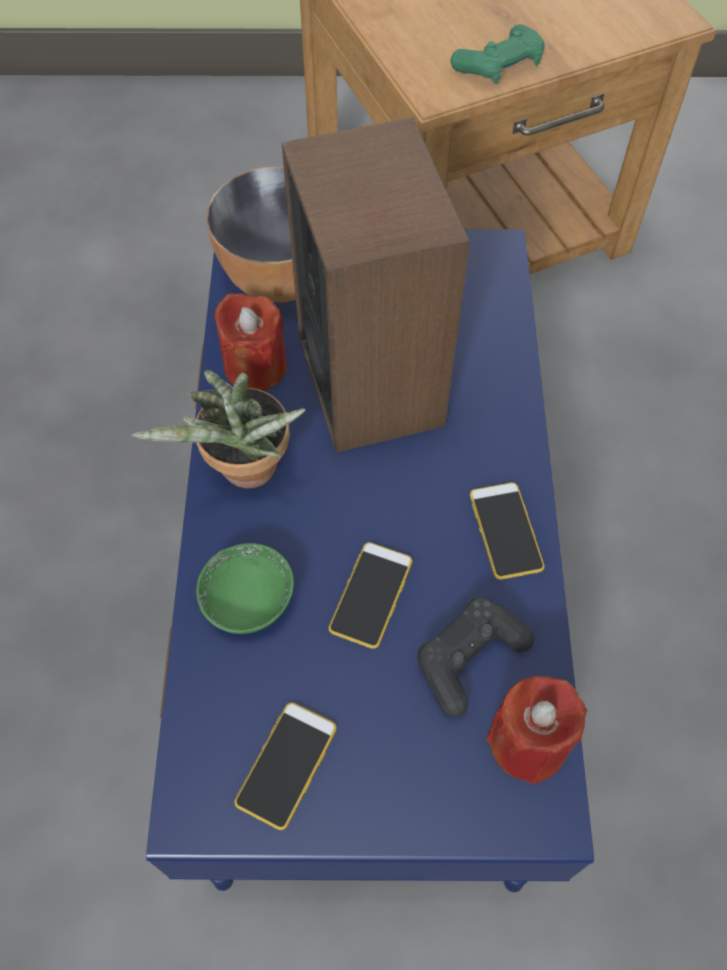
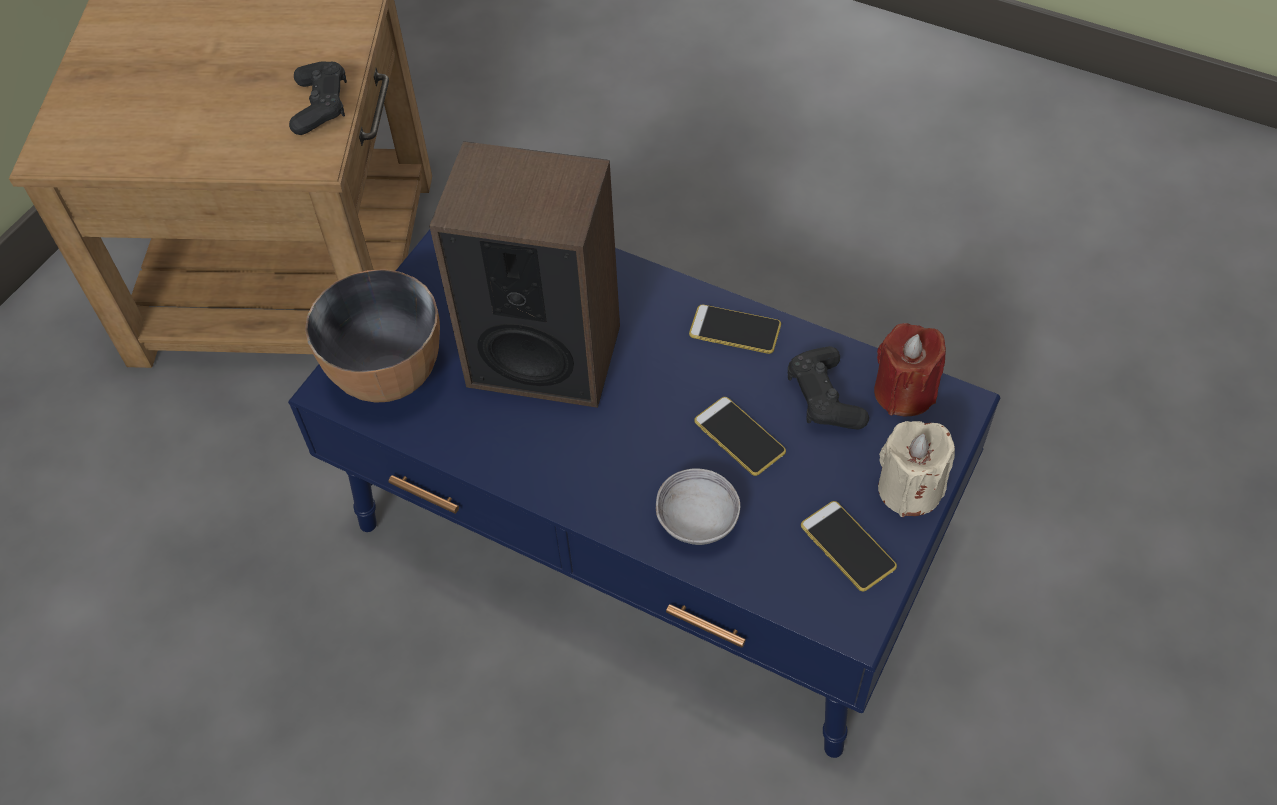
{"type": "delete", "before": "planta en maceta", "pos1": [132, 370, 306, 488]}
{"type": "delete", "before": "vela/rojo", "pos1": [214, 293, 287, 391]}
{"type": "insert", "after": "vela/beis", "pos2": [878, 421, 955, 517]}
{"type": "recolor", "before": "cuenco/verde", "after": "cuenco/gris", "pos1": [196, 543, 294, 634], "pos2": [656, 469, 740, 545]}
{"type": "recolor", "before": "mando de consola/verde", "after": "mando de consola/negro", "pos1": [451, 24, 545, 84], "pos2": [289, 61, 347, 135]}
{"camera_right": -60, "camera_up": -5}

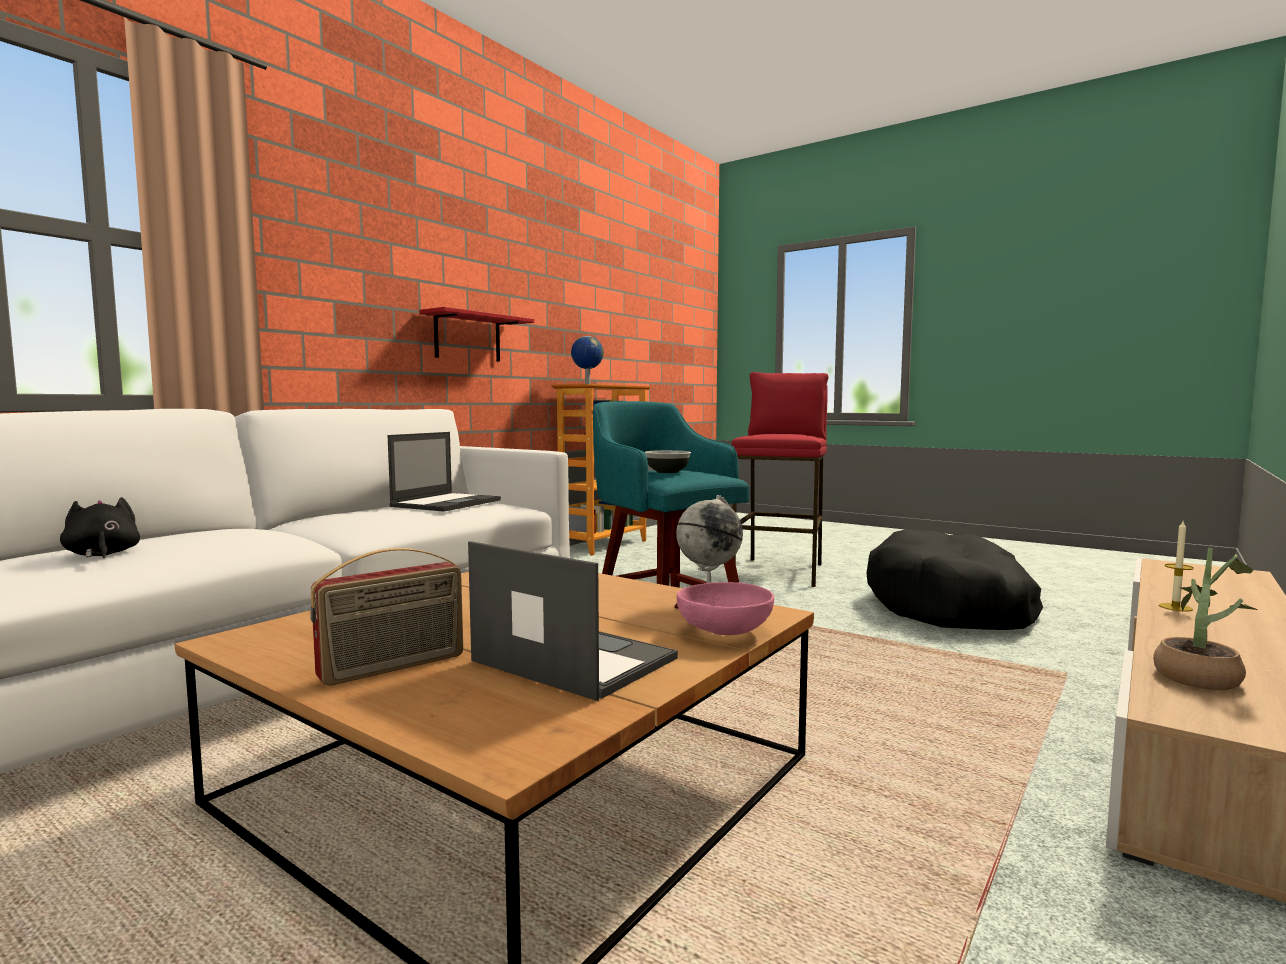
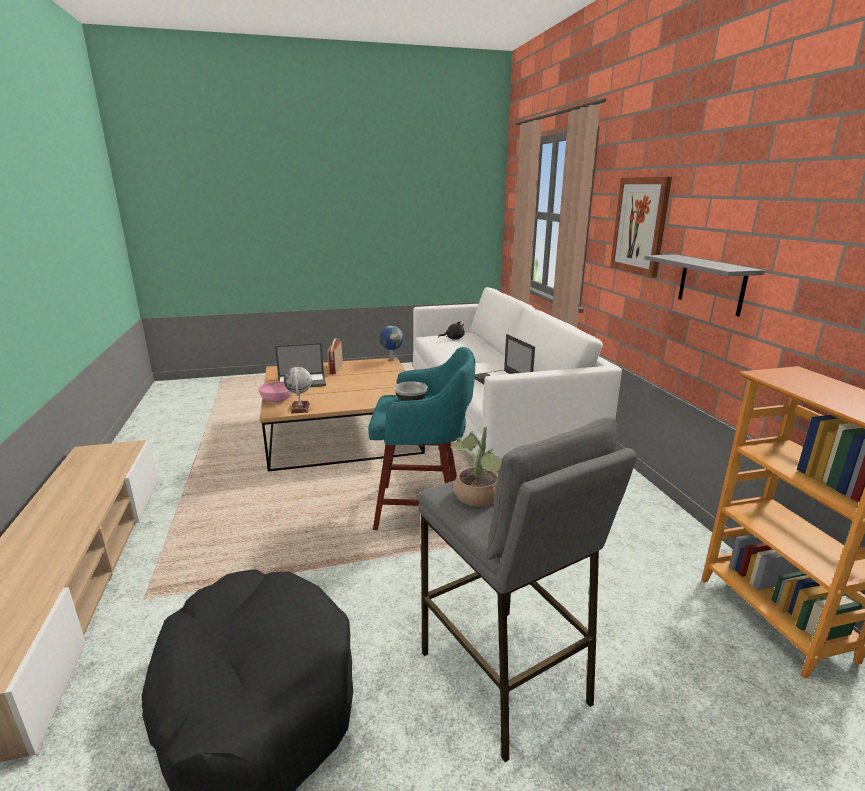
{"type": "delete", "before": "vela", "pos1": [1159, 521, 1194, 612]}
{"type": "insert", "after": "cuadro", "pos2": [610, 177, 672, 278]}
{"type": "move", "before": "globo terráqueo", "pos1": [571, 336, 604, 384], "pos2": [380, 326, 404, 361]}
{"type": "move", "before": "planta en maceta", "pos1": [1153, 548, 1257, 690], "pos2": [450, 426, 502, 507]}
{"type": "recolor", "before": "estante/rojo", "after": "estante/gris", "pos1": [419, 307, 534, 362], "pos2": [645, 254, 765, 317]}
{"type": "recolor", "before": "taburete/rojo", "after": "taburete/gris", "pos1": [732, 372, 829, 587], "pos2": [418, 417, 637, 762]}
{"camera_right": 130, "camera_up": 15}

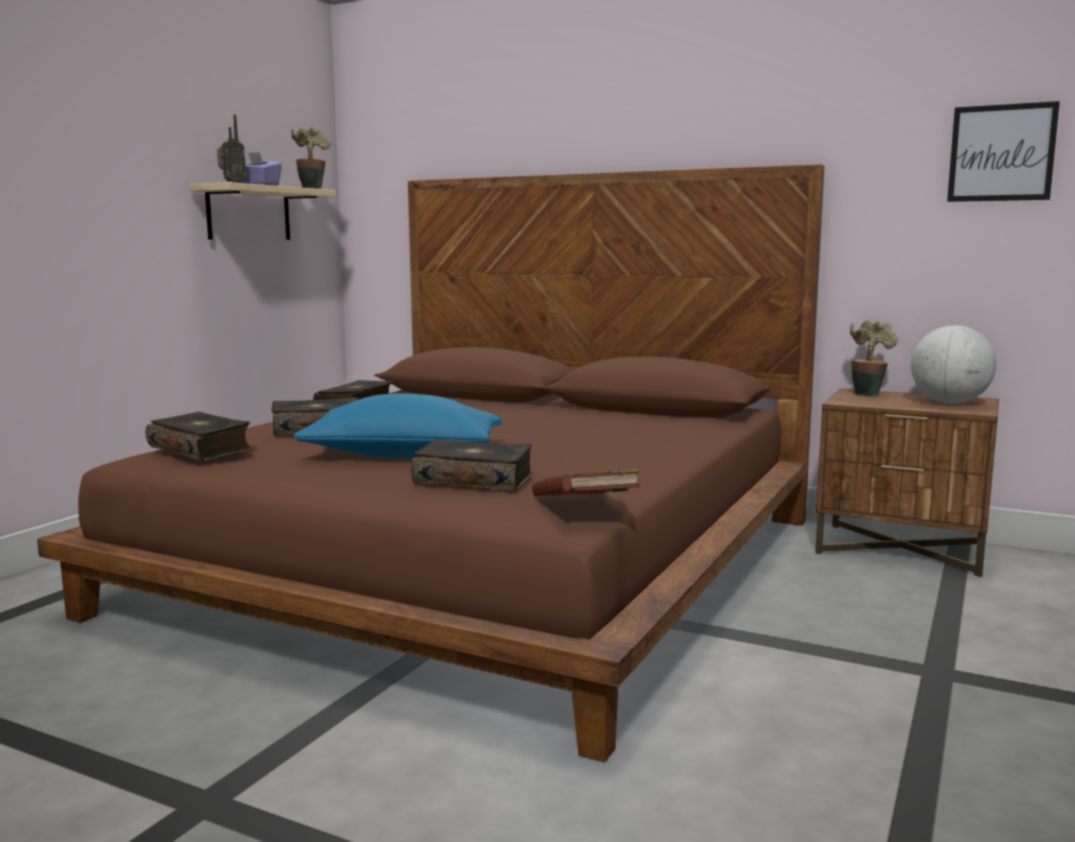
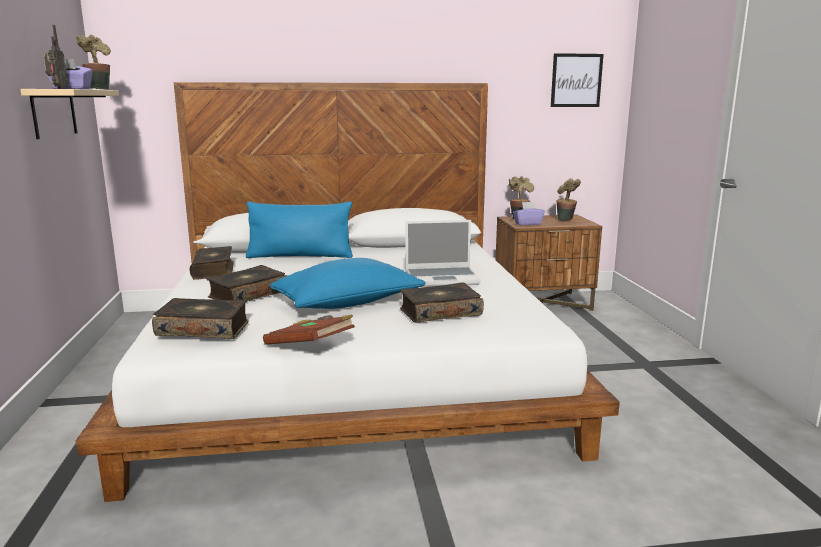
{"type": "insert", "after": "cojín/azul", "pos2": [246, 201, 353, 258]}
{"type": "insert", "after": "portátil", "pos2": [405, 220, 481, 287]}
{"type": "insert", "after": "caja de pañuelos/morado", "pos2": [513, 202, 545, 225]}
{"type": "move", "before": "libro/marrón", "pos1": [532, 468, 640, 496], "pos2": [263, 315, 355, 345]}
{"type": "replace", "before": "globo terráqueo", "after": "planta en maceta", "pos1": [911, 325, 997, 404], "pos2": [556, 178, 581, 220]}
{"type": "recolor", "before": "cama/marrón", "after": "cama/blanco", "pos1": [37, 164, 824, 762], "pos2": [76, 82, 620, 502]}
{"camera_right": -35, "camera_up": 5}

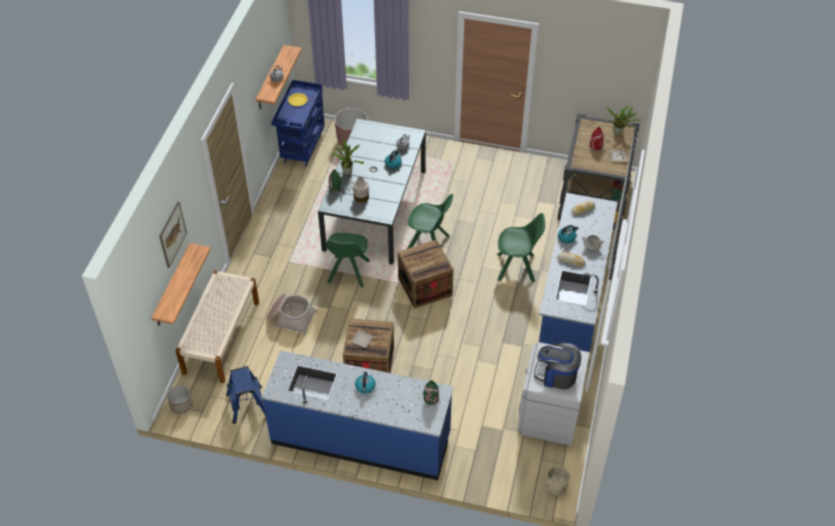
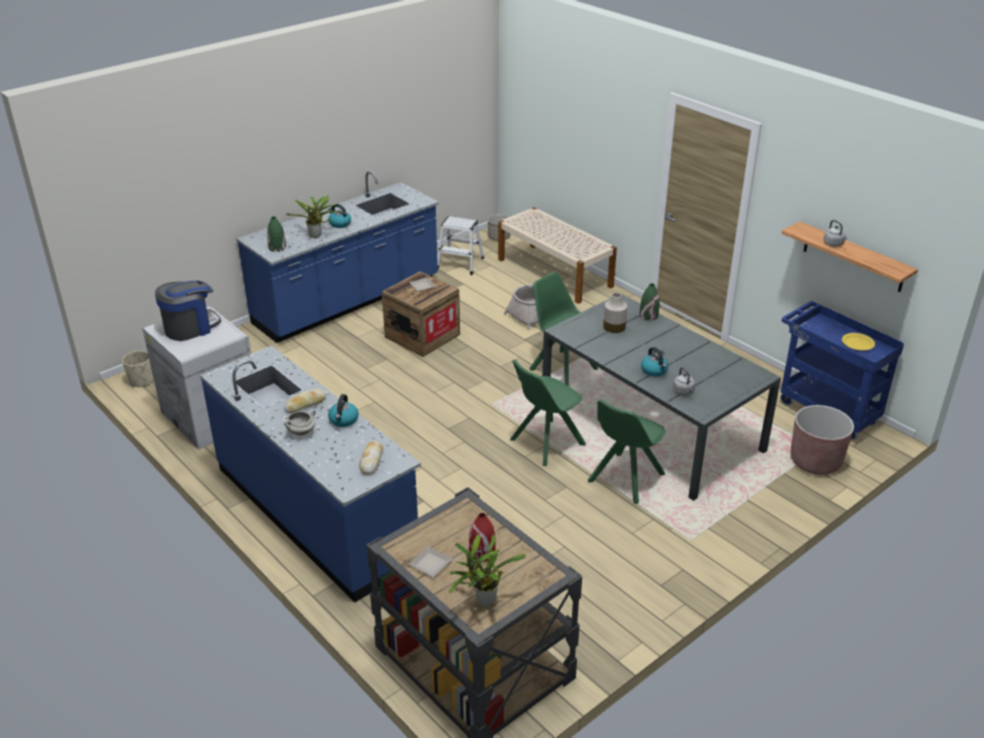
{"type": "delete", "before": "estante", "pos1": [151, 243, 211, 325]}
{"type": "delete", "before": "cuadro", "pos1": [159, 201, 187, 268]}
{"type": "delete", "before": "caja de embalaje", "pos1": [398, 240, 454, 309]}
{"type": "move", "before": "planta en maceta", "pos1": [332, 138, 364, 175], "pos2": [286, 196, 341, 238]}
{"type": "move", "before": "silla/verde", "pos1": [497, 213, 545, 282], "pos2": [588, 399, 665, 504]}
{"type": "recolor", "before": "escalera de tijera/azul", "after": "escalera de tijera/blanco", "pos1": [226, 366, 266, 424], "pos2": [437, 216, 484, 275]}
{"camera_right": 125, "camera_up": -15}

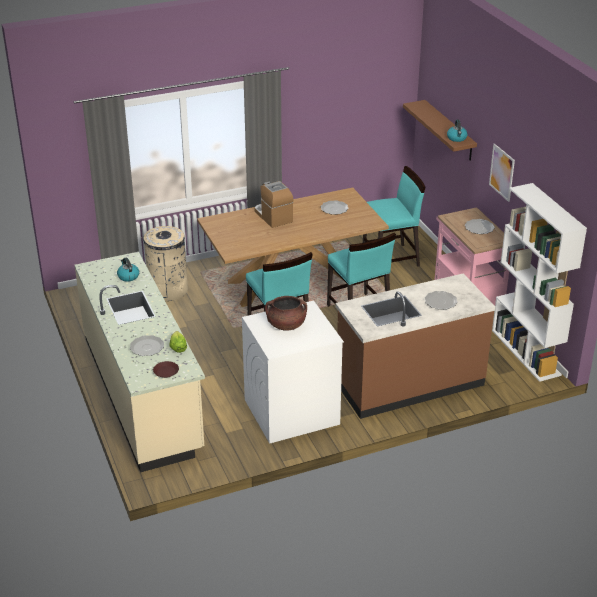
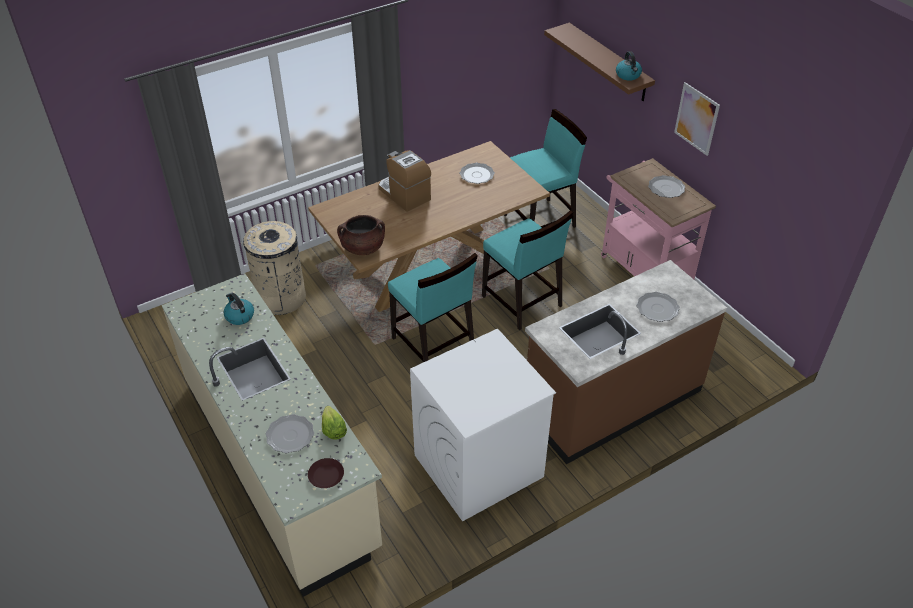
{"type": "delete", "before": "estantería/blanco", "pos1": [492, 183, 587, 382]}
{"type": "move", "before": "olla/marrón", "pos1": [265, 296, 307, 331], "pos2": [337, 215, 385, 255]}
{"camera_right": -10, "camera_up": 10}

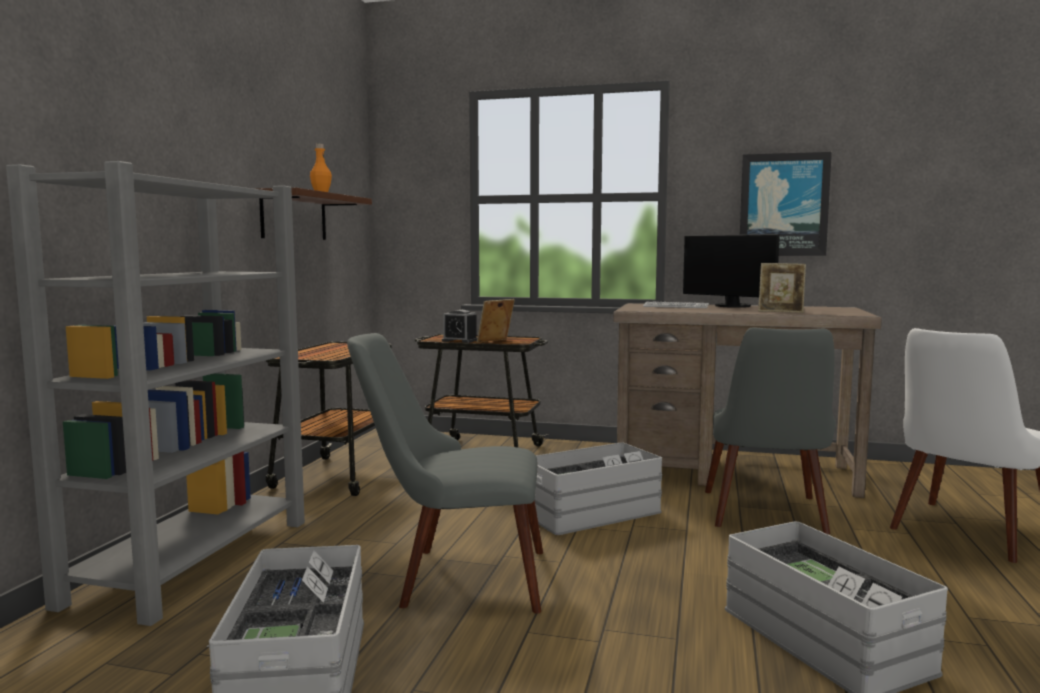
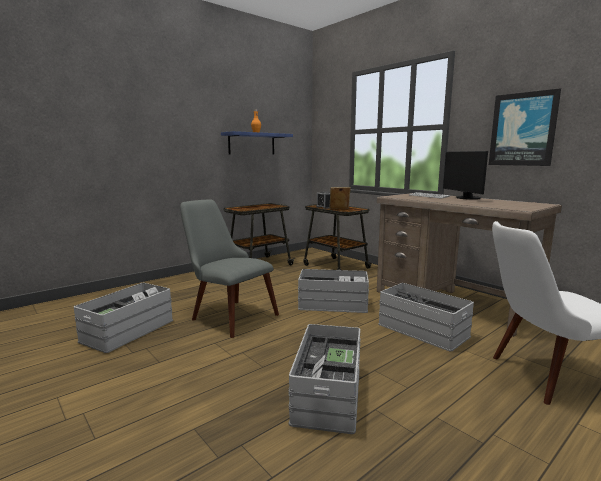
{"type": "delete", "before": "estantería/gris", "pos1": [6, 161, 305, 626]}
{"type": "delete", "before": "portarretratos", "pos1": [758, 263, 806, 313]}
{"type": "replace", "before": "silla/gris", "after": "caja de almacenaje/gris", "pos1": [705, 327, 836, 534], "pos2": [378, 283, 474, 351]}
{"type": "recolor", "before": "estante/marrón", "after": "estante/azul", "pos1": [256, 188, 372, 240], "pos2": [221, 131, 293, 155]}
{"camera_right": 35, "camera_up": 5}

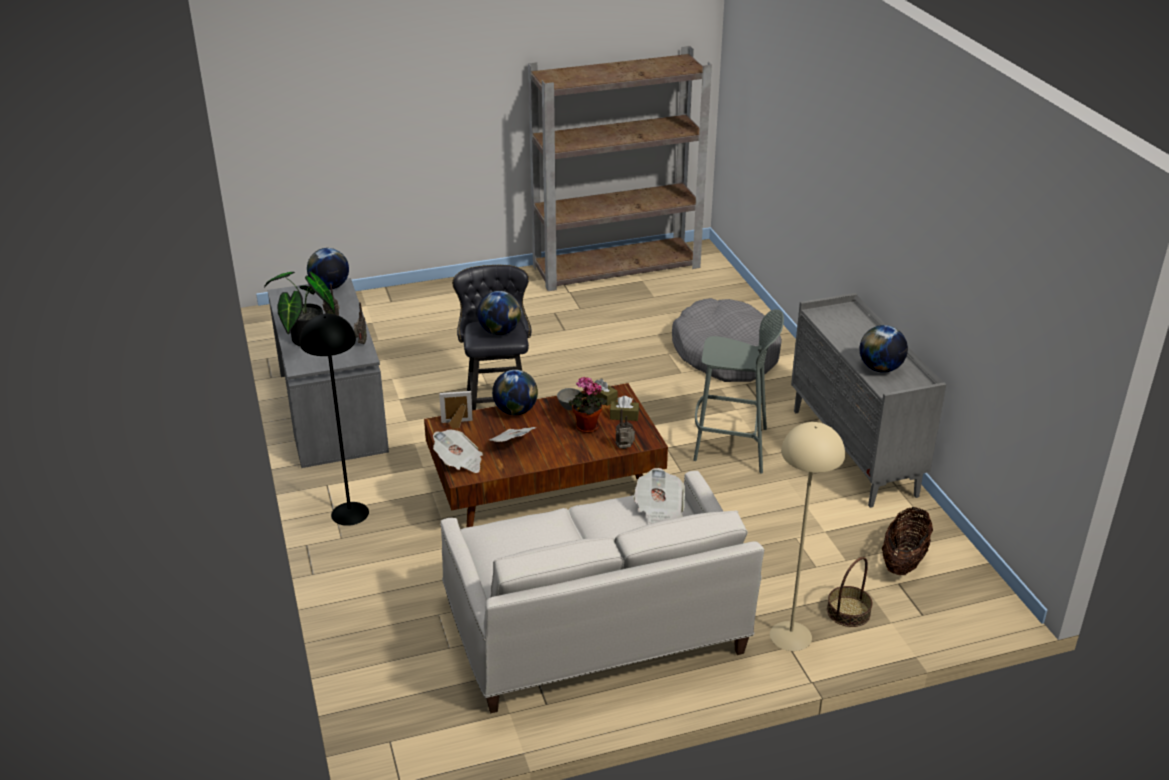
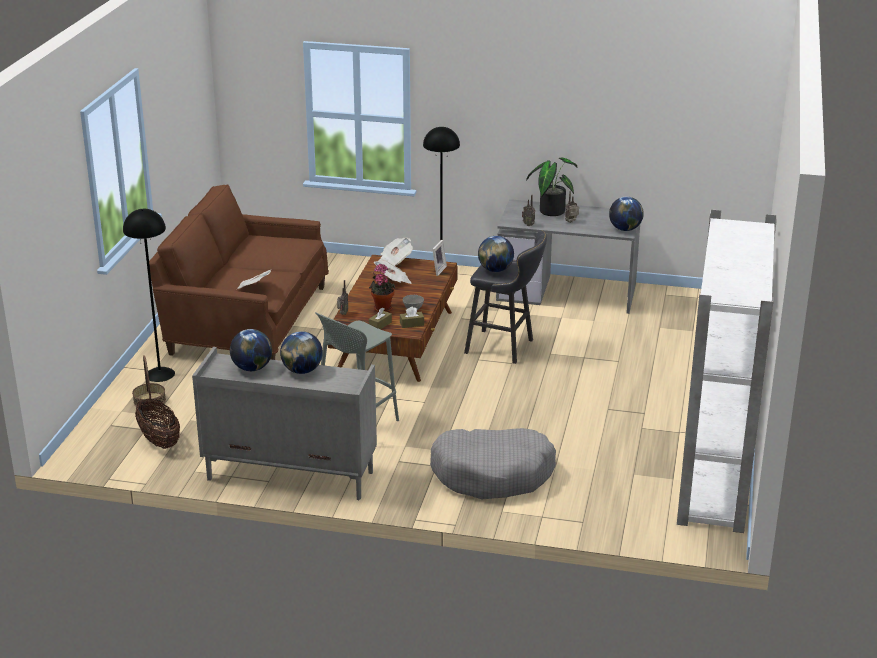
{"type": "move", "before": "globo terráqueo", "pos1": [492, 370, 538, 415], "pos2": [280, 331, 323, 374]}
{"type": "recolor", "before": "sofá/blanco", "after": "sofá/marrón", "pos1": [441, 471, 764, 713], "pos2": [149, 184, 329, 360]}
{"type": "recolor", "before": "estantería/marrón", "after": "estantería/blanco", "pos1": [528, 46, 712, 291], "pos2": [677, 209, 777, 533]}
{"type": "recolor", "before": "lámpara de pie/beis", "after": "lámpara de pie/negro", "pos1": [770, 422, 845, 651], "pos2": [123, 209, 175, 382]}
{"camera_right": 120, "camera_up": -5}

